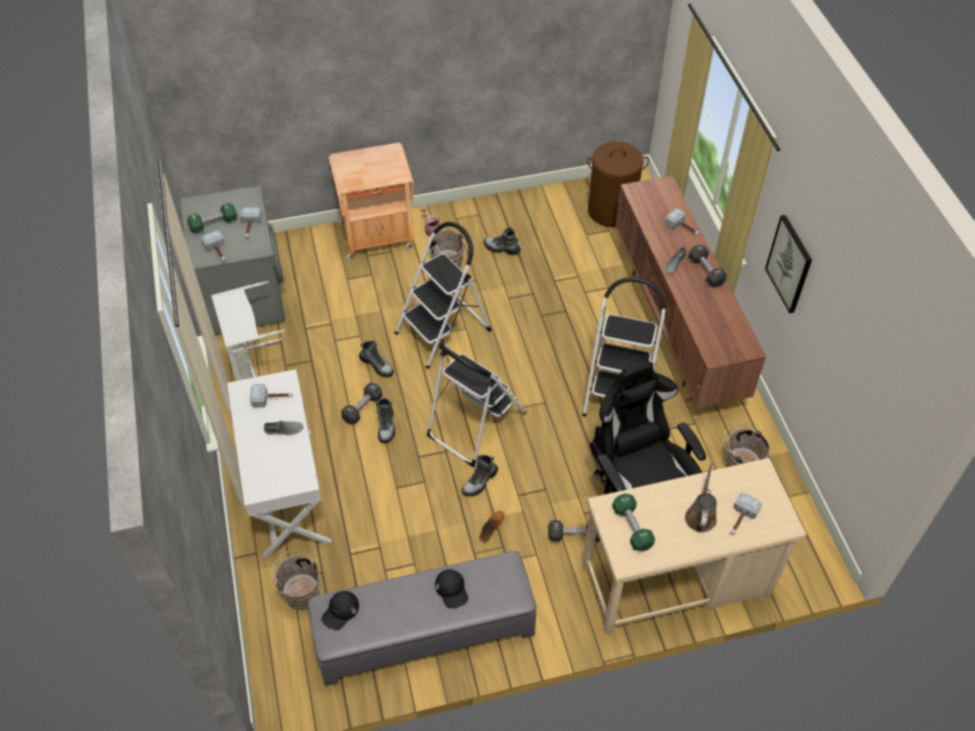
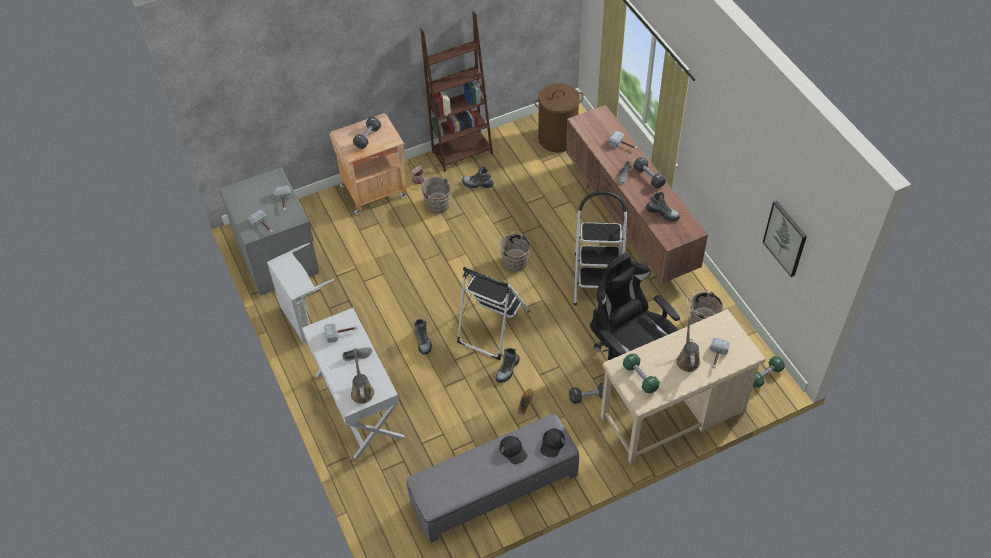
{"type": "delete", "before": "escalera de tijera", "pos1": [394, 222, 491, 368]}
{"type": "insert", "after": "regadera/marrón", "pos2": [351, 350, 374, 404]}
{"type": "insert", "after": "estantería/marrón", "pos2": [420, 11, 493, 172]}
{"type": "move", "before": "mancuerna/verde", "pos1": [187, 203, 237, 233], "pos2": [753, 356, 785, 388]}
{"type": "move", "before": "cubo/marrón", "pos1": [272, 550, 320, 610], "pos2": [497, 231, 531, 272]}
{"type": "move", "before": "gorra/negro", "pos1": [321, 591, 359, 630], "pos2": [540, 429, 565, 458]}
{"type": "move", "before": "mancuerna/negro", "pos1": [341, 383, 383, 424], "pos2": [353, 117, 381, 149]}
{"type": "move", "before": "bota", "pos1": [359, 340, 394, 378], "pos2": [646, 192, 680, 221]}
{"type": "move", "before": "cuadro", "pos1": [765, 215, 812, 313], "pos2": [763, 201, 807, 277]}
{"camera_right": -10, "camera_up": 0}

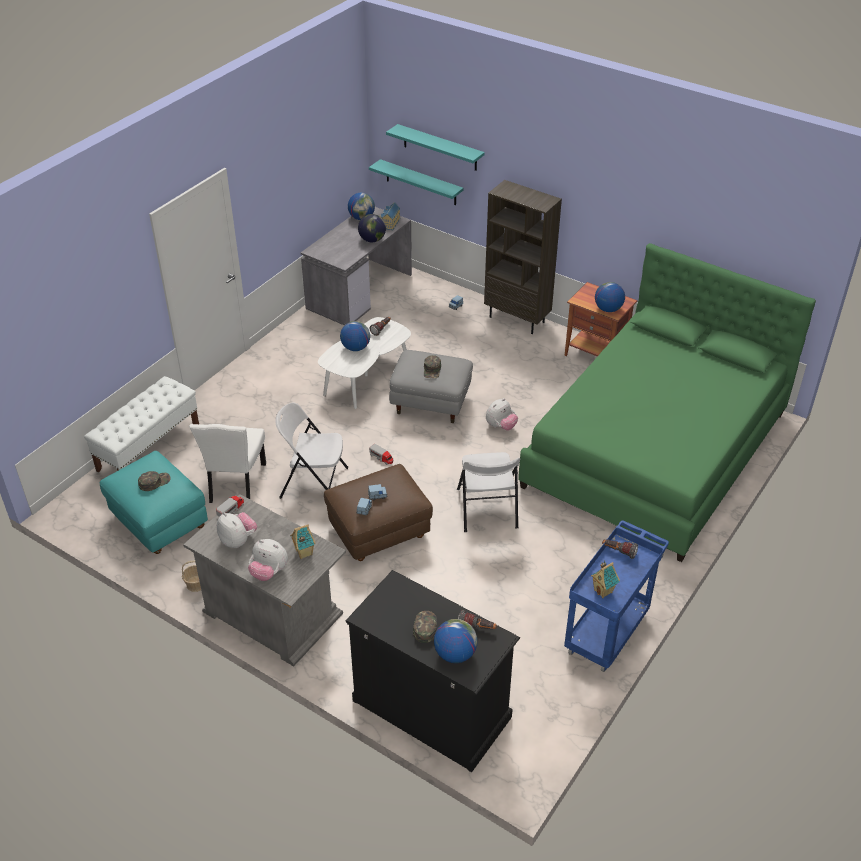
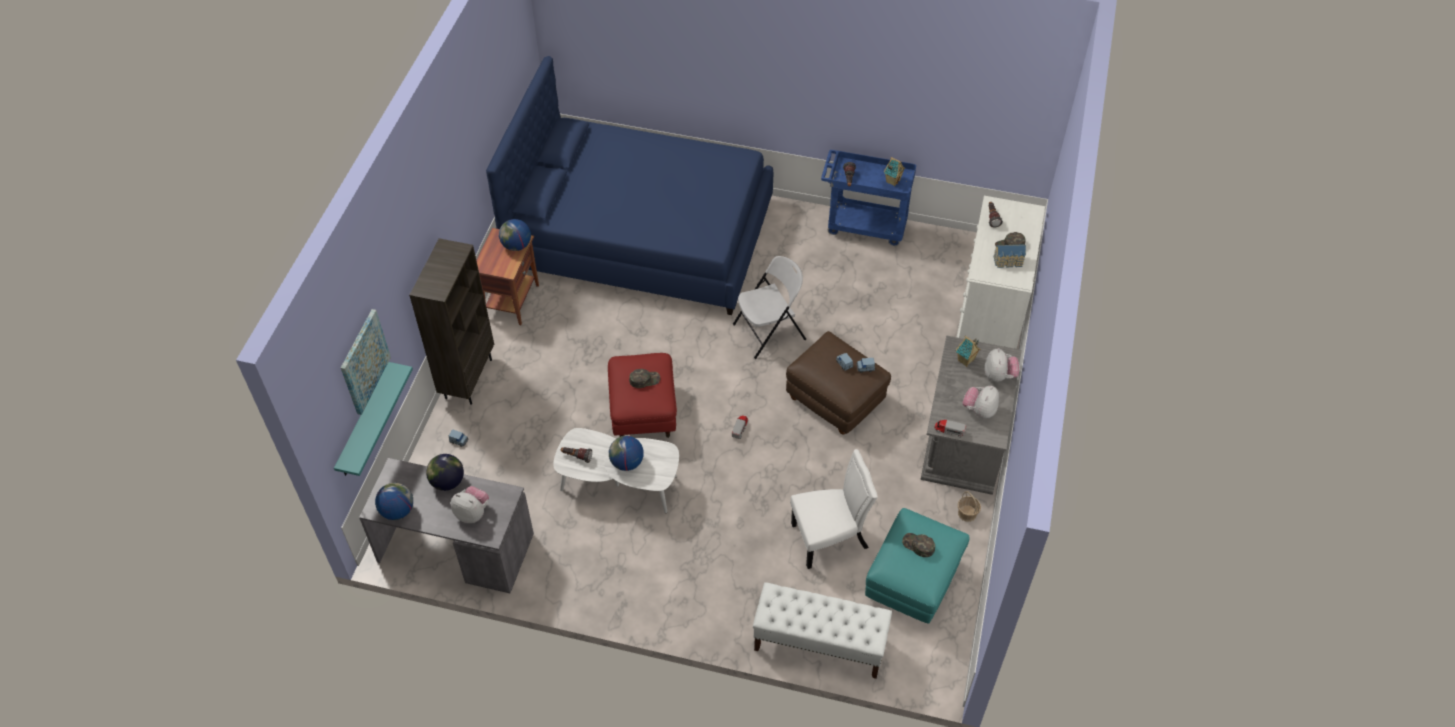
{"type": "delete", "before": "silla/blanco", "pos1": [275, 403, 348, 499]}
{"type": "delete", "before": "globo terráqueo", "pos1": [434, 619, 477, 663]}
{"type": "move", "before": "casita", "pos1": [380, 202, 400, 230], "pos2": [993, 244, 1026, 268]}
{"type": "move", "before": "peluche", "pos1": [486, 398, 518, 431], "pos2": [450, 486, 489, 523]}
{"type": "replace", "before": "estante/turquesa", "after": "cuadro", "pos1": [386, 124, 485, 171], "pos2": [341, 309, 391, 415]}
{"type": "recolor", "before": "cómoda/negro", "after": "cómoda/blanco", "pos1": [345, 570, 520, 772], "pos2": [957, 196, 1045, 349]}
{"type": "recolor", "before": "puf/gris", "after": "puf/rojo", "pos1": [389, 350, 473, 423], "pos2": [608, 353, 677, 438]}
{"type": "recolor", "before": "cama/verde", "after": "cama/azul", "pos1": [518, 243, 816, 562], "pos2": [486, 56, 773, 315]}
{"camera_right": -110, "camera_up": 10}

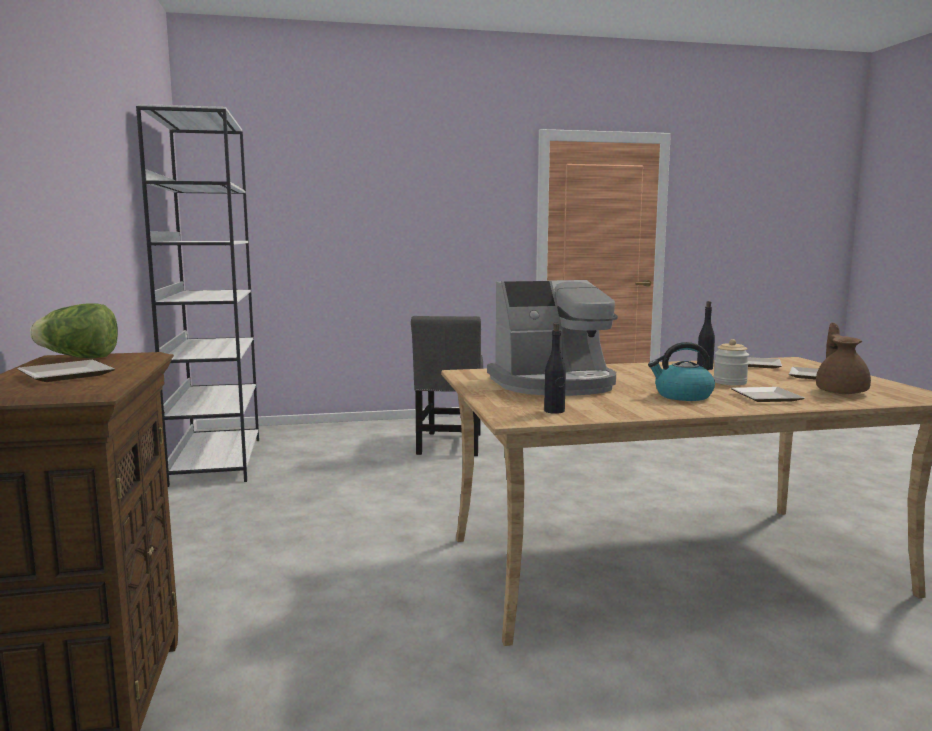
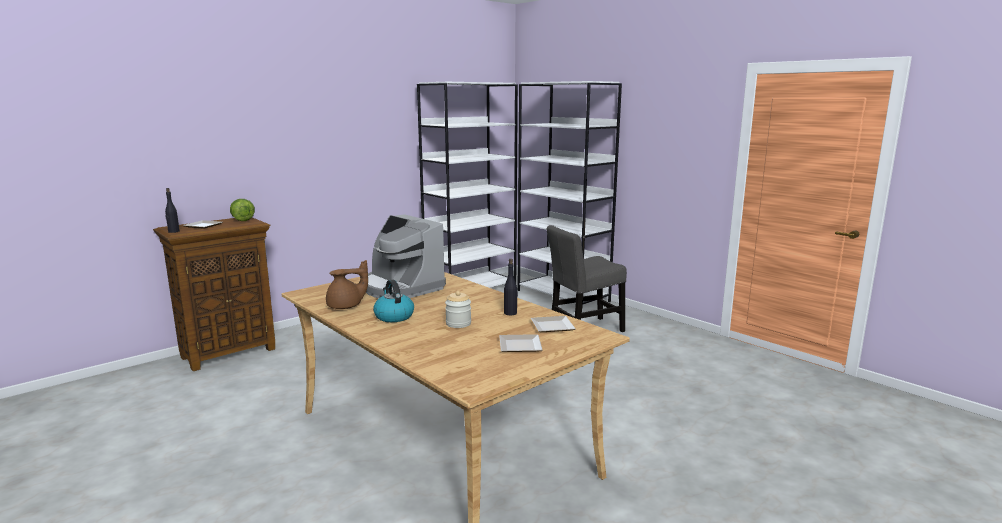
{"type": "delete", "before": "plato", "pos1": [731, 387, 804, 402]}
{"type": "insert", "after": "estantería/blanco", "pos2": [518, 81, 622, 304]}
{"type": "move", "before": "botella/negro", "pos1": [544, 323, 566, 414], "pos2": [165, 188, 180, 233]}
{"type": "move", "before": "tetera/marrón", "pos1": [816, 322, 871, 394], "pos2": [326, 260, 368, 309]}
{"camera_right": 60, "camera_up": 5}

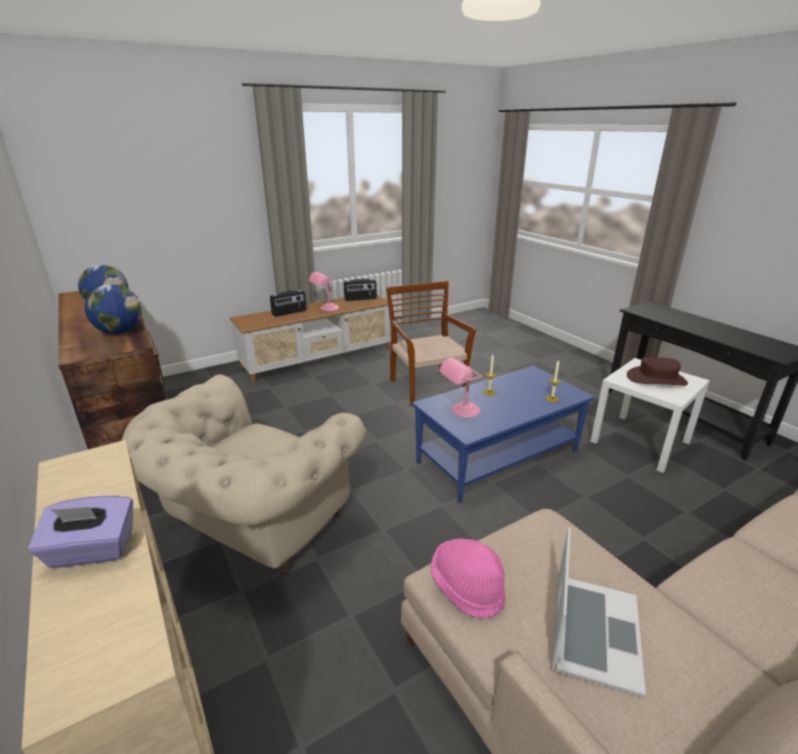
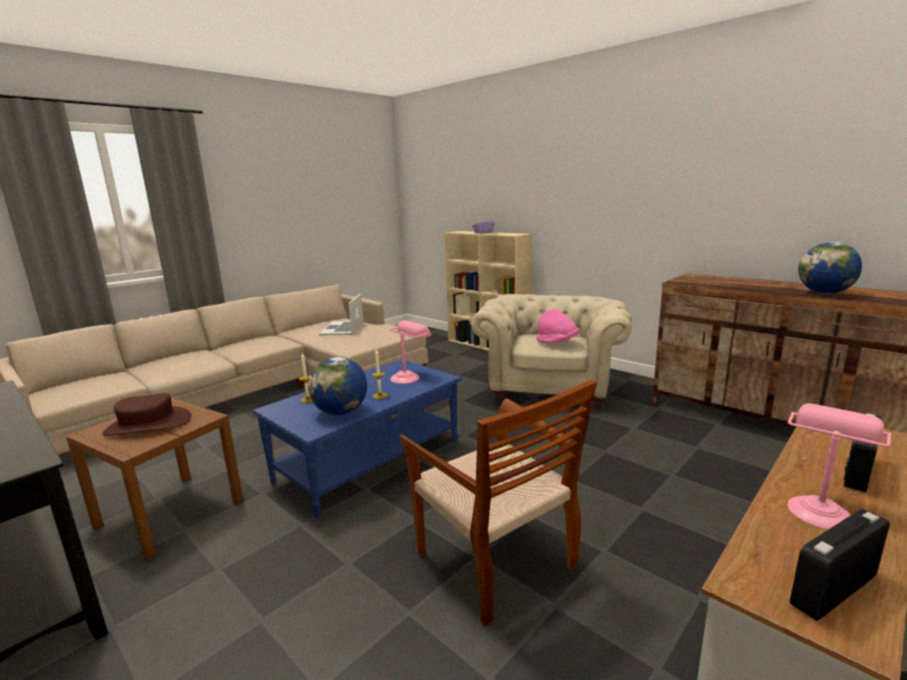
{"type": "move", "before": "globo terráqueo", "pos1": [85, 284, 142, 334], "pos2": [308, 357, 367, 415]}
{"type": "move", "before": "sombrero/rosa", "pos1": [431, 539, 506, 619], "pos2": [536, 309, 580, 343]}
{"type": "recolor", "before": "mesa auxiliar/blanco", "after": "mesa auxiliar/marrón", "pos1": [590, 358, 710, 474], "pos2": [66, 398, 244, 561]}
{"camera_right": 165, "camera_up": -10}

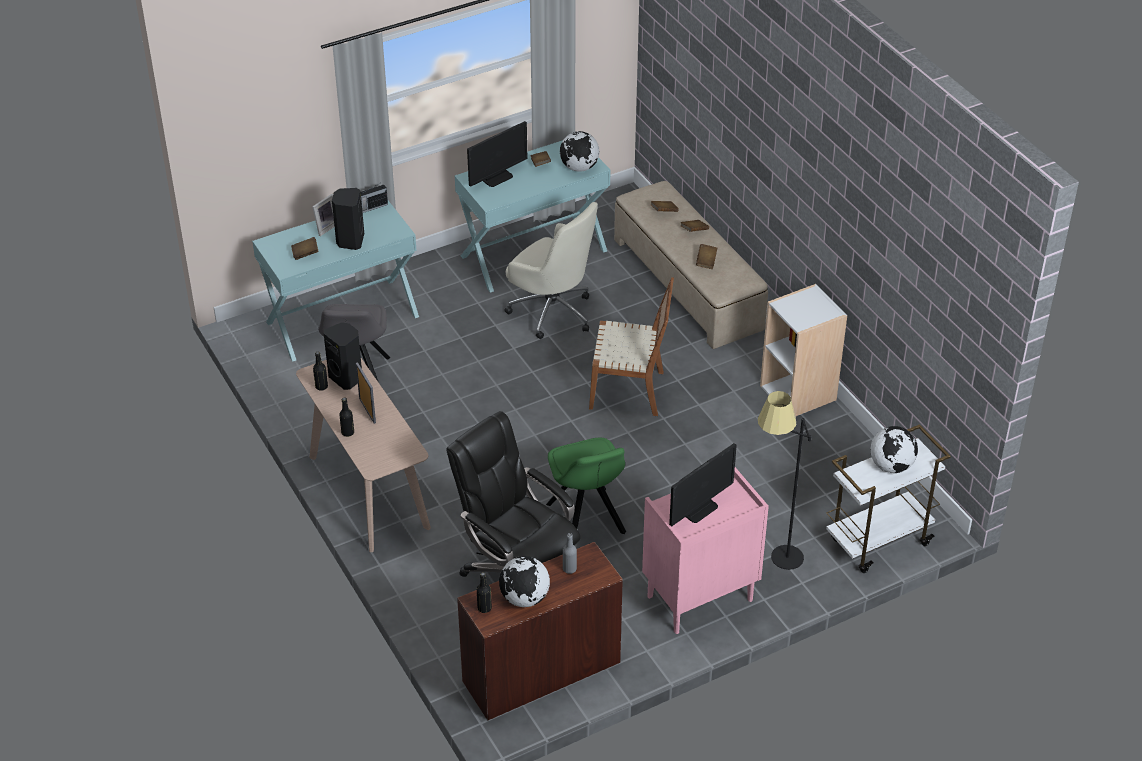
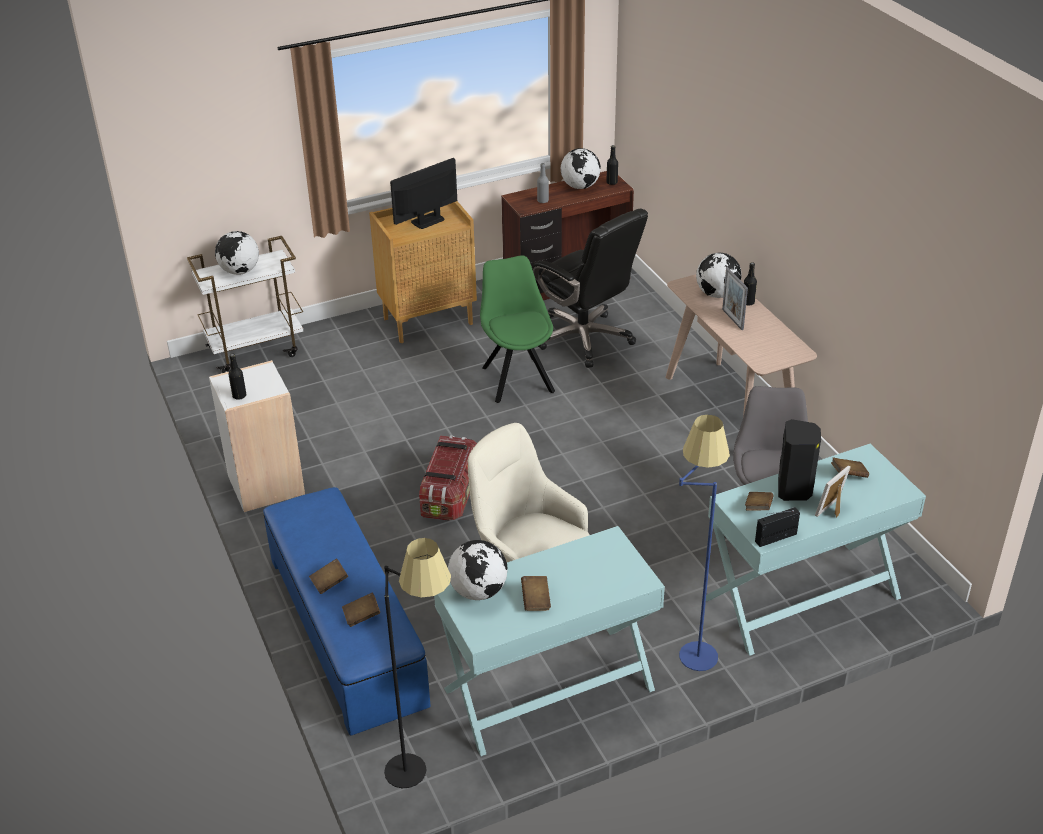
{"type": "delete", "before": "altavoz/negro", "pos1": [324, 322, 362, 390]}
{"type": "delete", "before": "monitor", "pos1": [467, 121, 527, 187]}
{"type": "insert", "after": "lámpara de pie/azul", "pos2": [679, 415, 730, 671]}
{"type": "insert", "after": "globo terráqueo", "pos2": [696, 253, 742, 298]}
{"type": "move", "before": "botella/negro", "pos1": [313, 352, 328, 390], "pos2": [228, 354, 246, 400]}
{"type": "move", "before": "libro/marrón", "pos1": [696, 244, 717, 269], "pos2": [745, 492, 773, 510]}
{"type": "move", "before": "lámpara de pie/negro", "pos1": [758, 391, 812, 570], "pos2": [384, 538, 451, 788]}
{"type": "replace", "before": "silla", "after": "caja de almacenaje", "pos1": [589, 277, 674, 416], "pos2": [419, 435, 477, 521]}
{"type": "recolor", "before": "banco/beis", "after": "banco/azul", "pos1": [614, 181, 768, 349], "pos2": [263, 487, 431, 736]}
{"type": "recolor", "before": "armario/rosa", "after": "armario/marrón", "pos1": [642, 467, 769, 634], "pos2": [369, 201, 477, 343]}
{"camera_right": -175, "camera_up": -5}

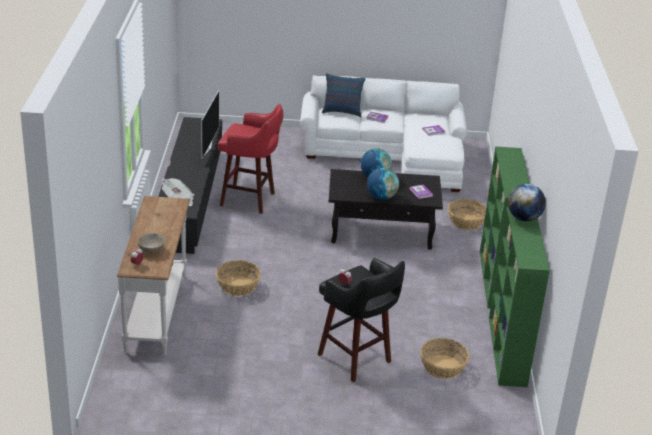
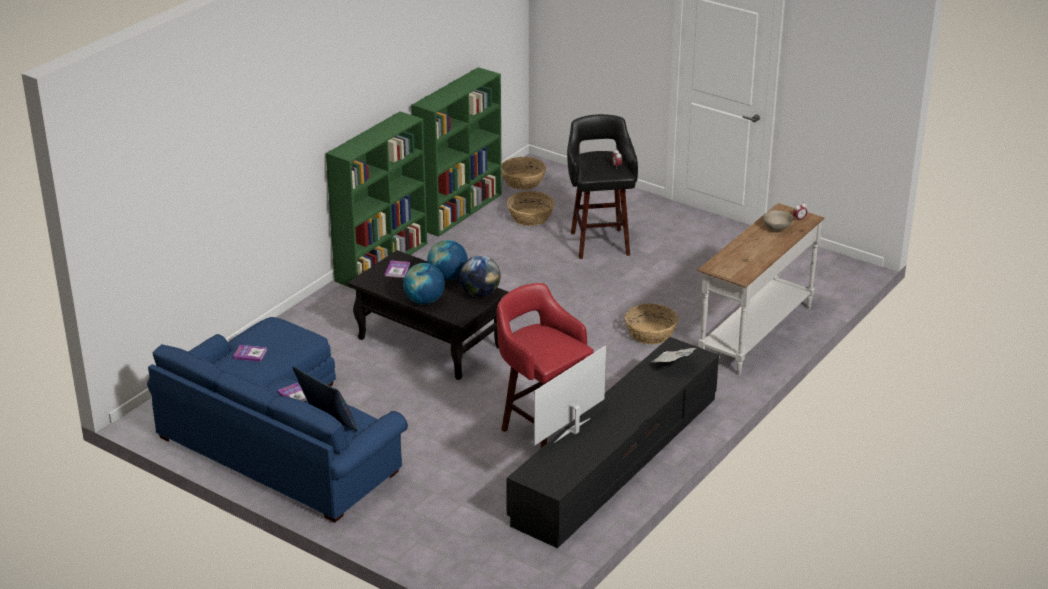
{"type": "move", "before": "cesta", "pos1": [448, 199, 486, 230], "pos2": [501, 157, 546, 190]}
{"type": "move", "before": "globo terráqueo", "pos1": [508, 184, 546, 221], "pos2": [459, 256, 501, 297]}
{"type": "recolor", "before": "sofá/blanco", "after": "sofá/azul", "pos1": [300, 75, 467, 192], "pos2": [147, 317, 408, 523]}
{"camera_right": -145, "camera_up": 0}

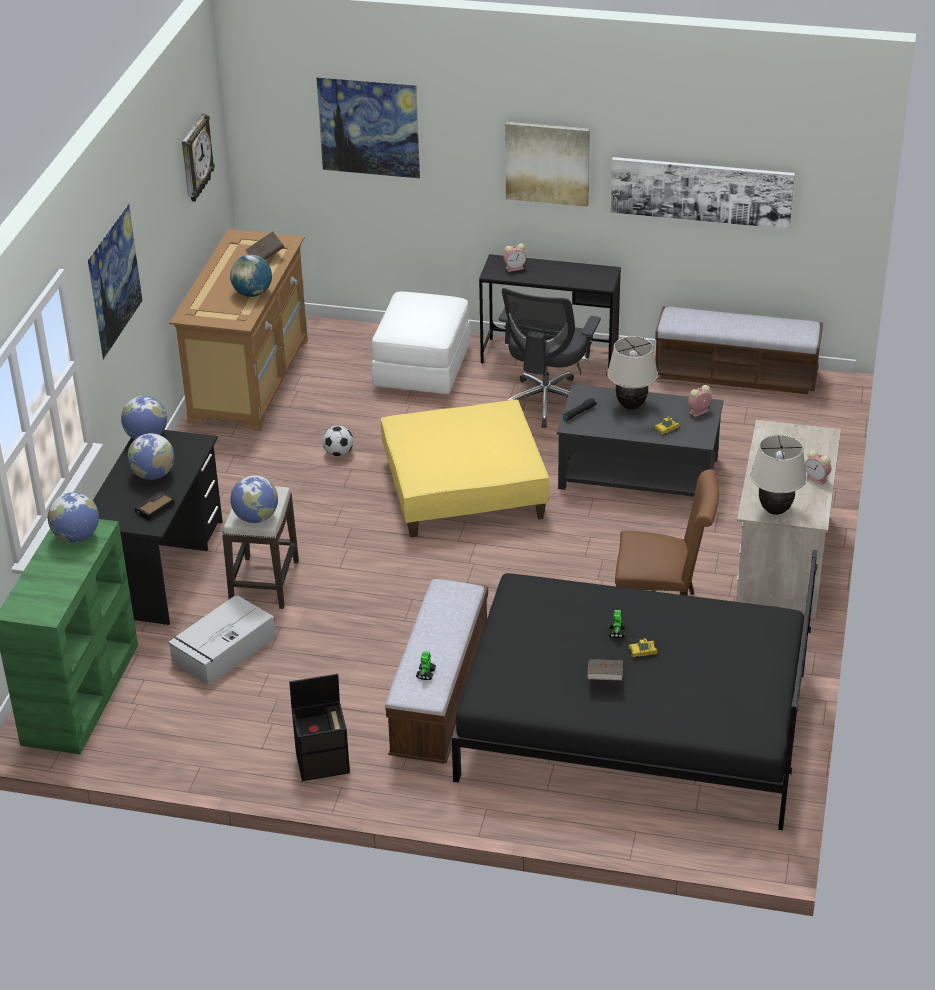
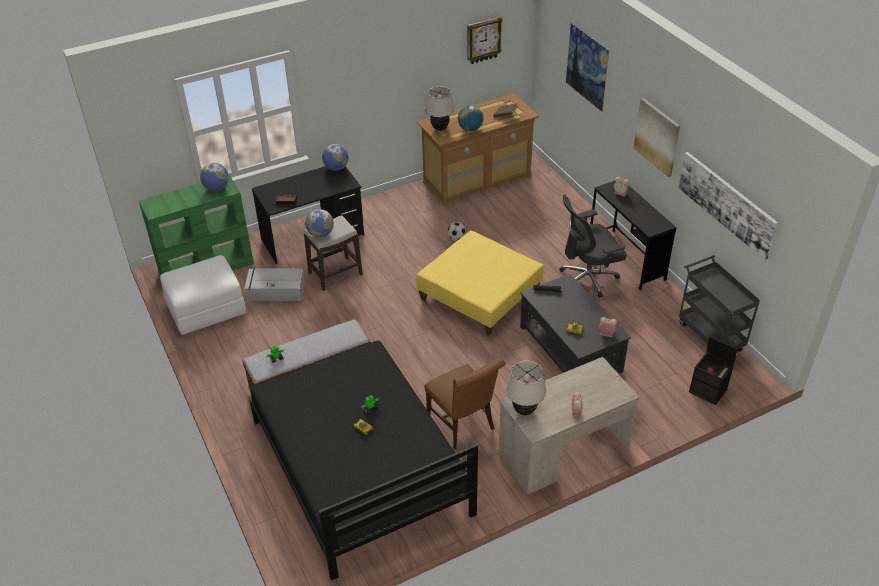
{"type": "delete", "before": "cuadro", "pos1": [88, 204, 143, 360]}
{"type": "delete", "before": "globo terráqueo", "pos1": [127, 433, 174, 480]}
{"type": "delete", "before": "libro/marrón", "pos1": [587, 659, 623, 681]}
{"type": "move", "before": "caja de almacenaje/negro", "pos1": [289, 674, 350, 781], "pos2": [689, 336, 737, 405]}
{"type": "move", "before": "puf/blanco", "pos1": [371, 292, 471, 394], "pos2": [160, 255, 246, 335]}
{"type": "move", "before": "lámpara de mesa/beis", "pos1": [607, 336, 658, 410], "pos2": [425, 86, 455, 131]}
{"type": "replace", "before": "banco", "after": "carrito/gris", "pos1": [655, 306, 823, 394], "pos2": [679, 255, 760, 352]}
{"camera_right": 50, "camera_up": 5}

